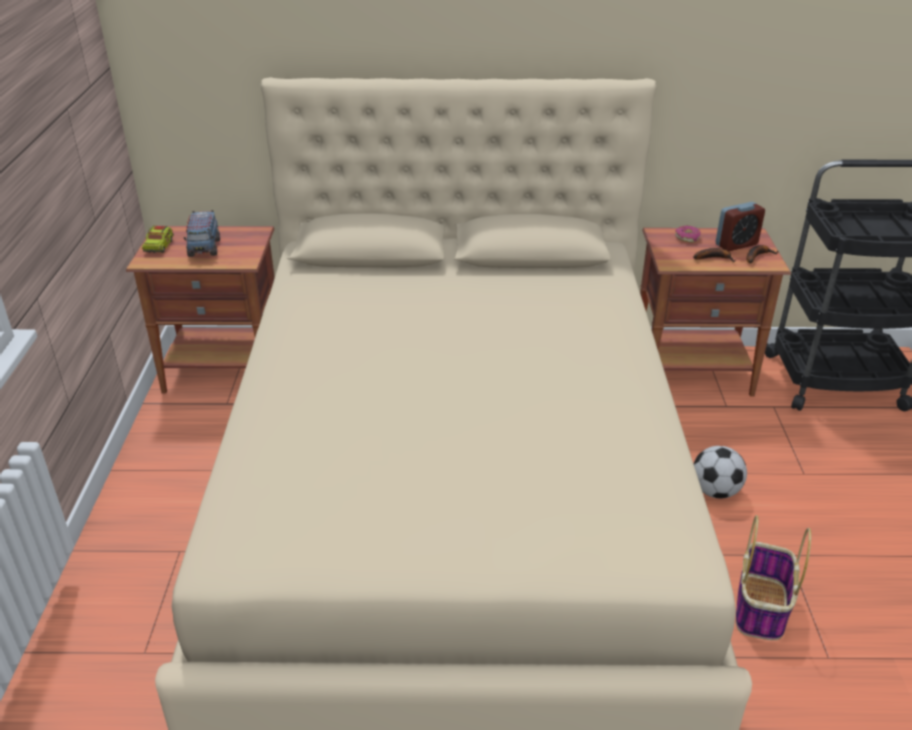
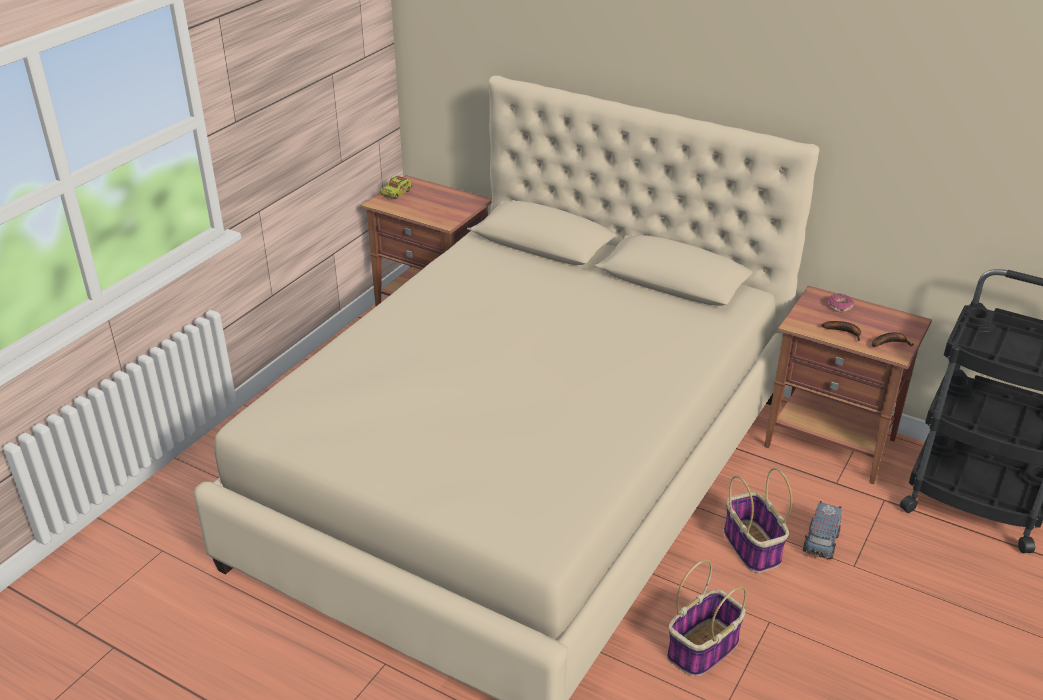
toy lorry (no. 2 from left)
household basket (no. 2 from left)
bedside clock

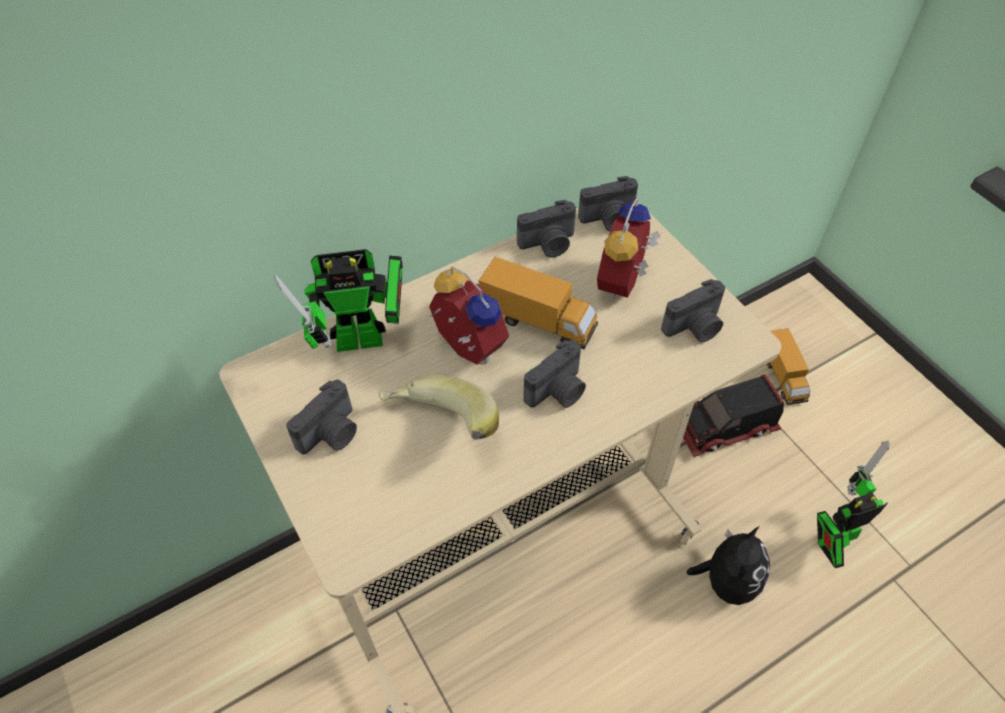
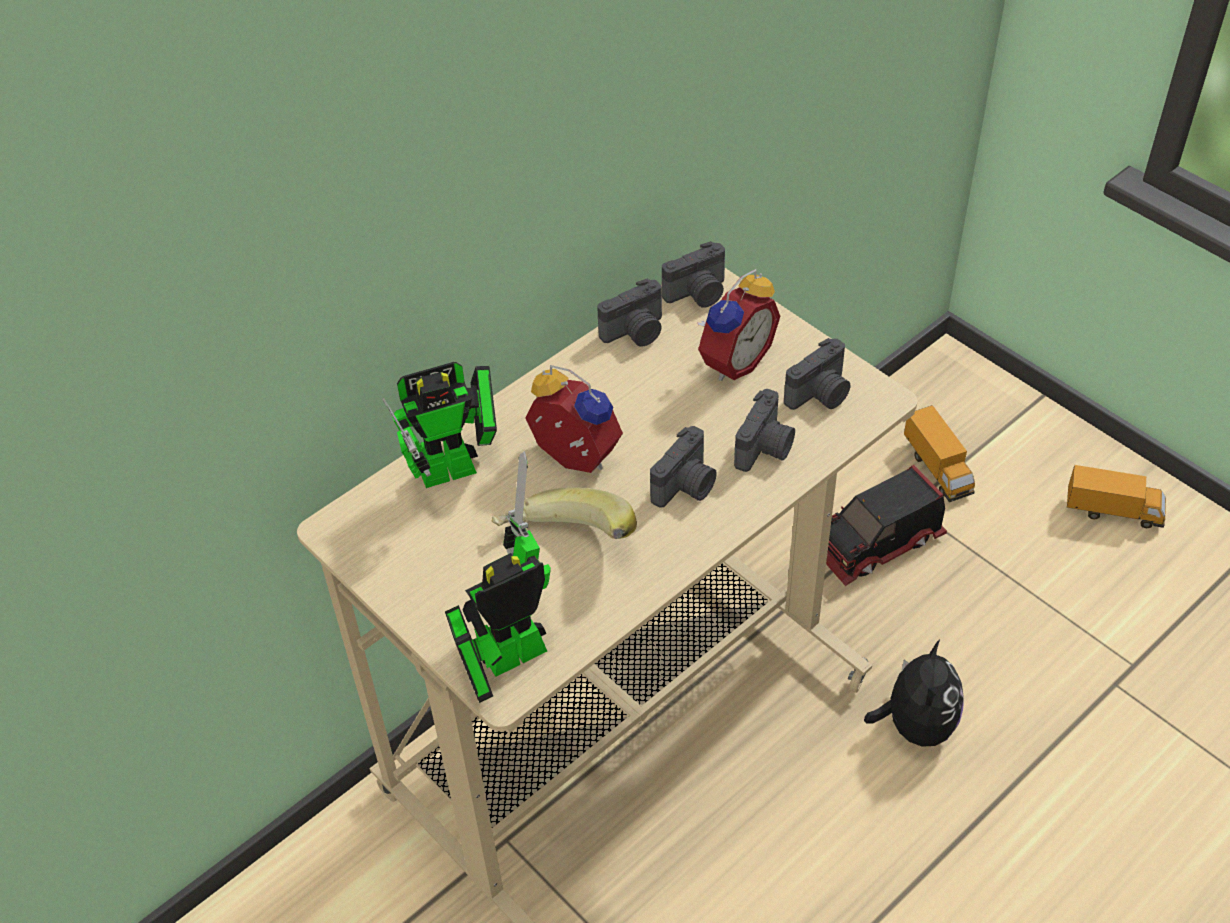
photo camera (no. 4 from left)
toy lorry (no. 3 from left)
bedside clock (no. 2 from left)
robot figure (no. 2 from left)

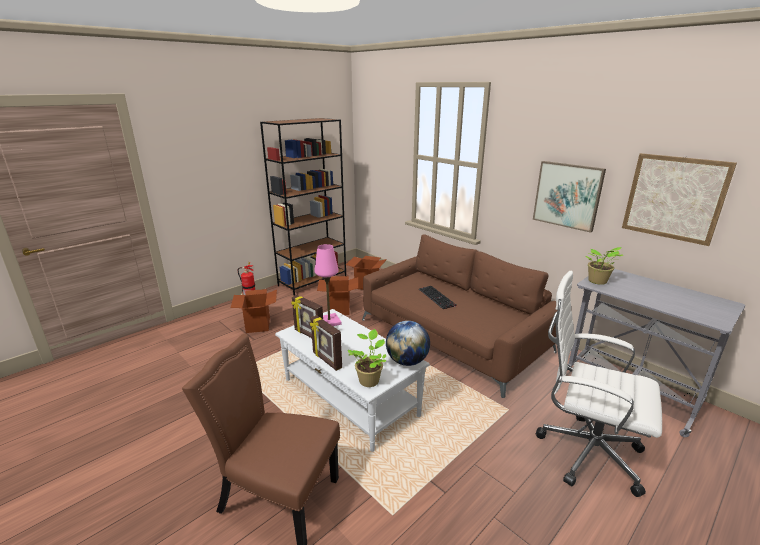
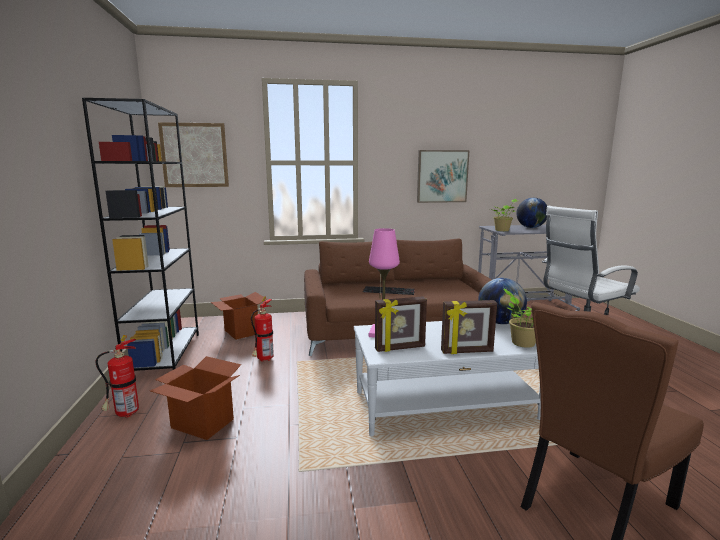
whitish bookcase
fire-fighting cylinder (no. 2 from left)
wall picture (no. 1 from left)
desk globe (no. 2 from left)

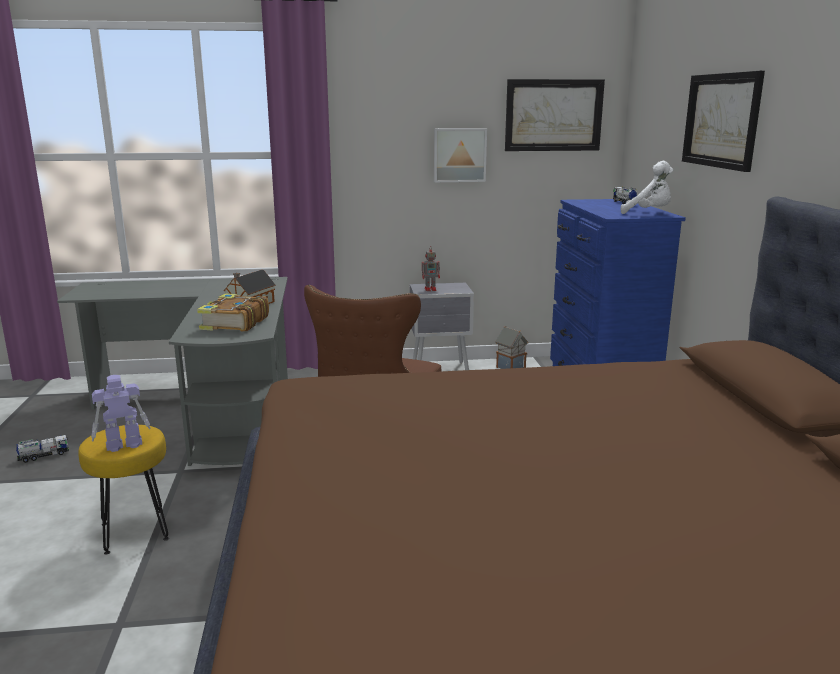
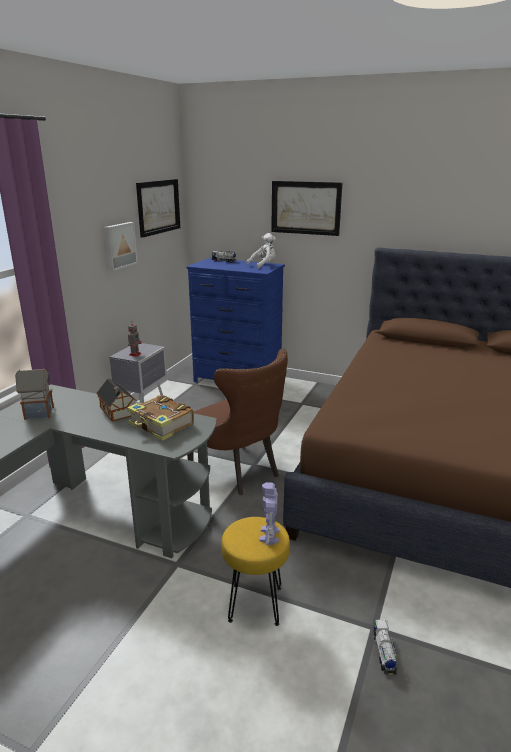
toy lorry (no. 2 from left)
model house (no. 1 from left)

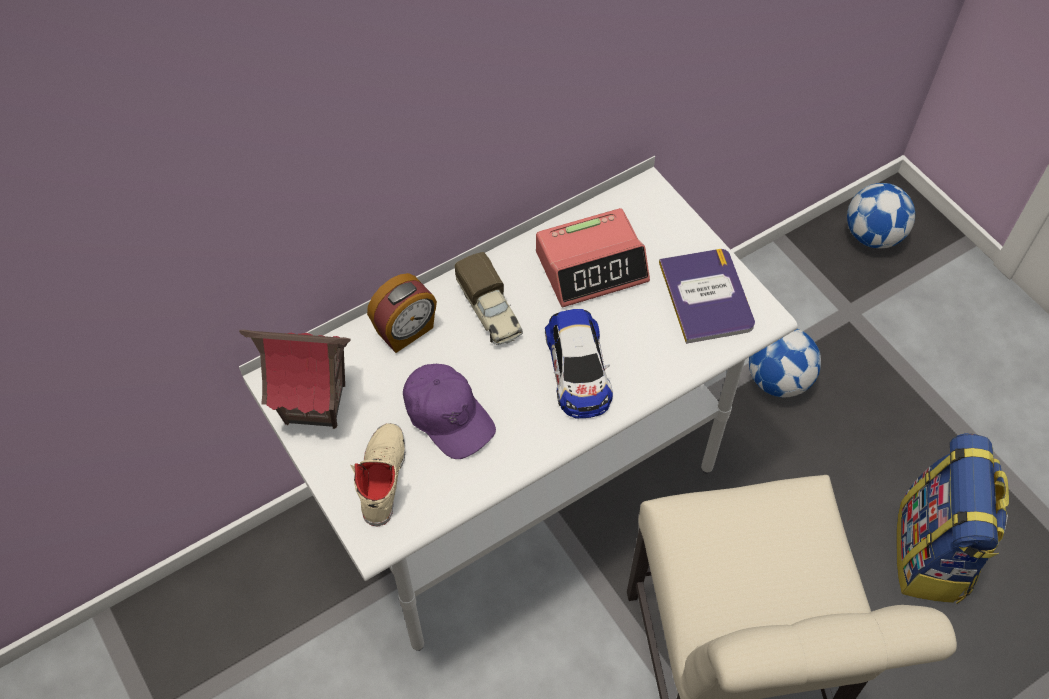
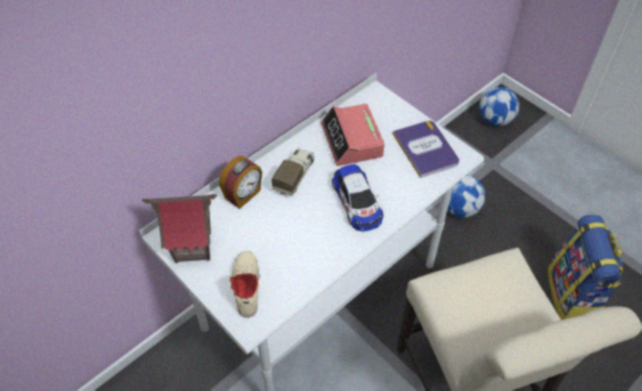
purple peaked cap
toy lorry
bedside clock (no. 2 from left)

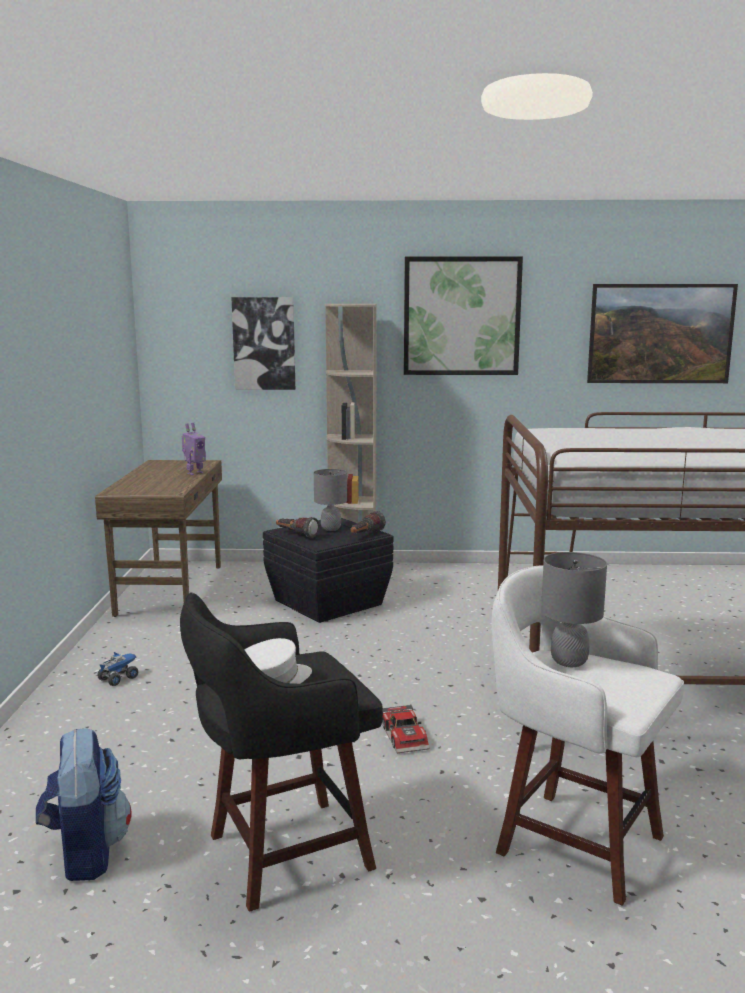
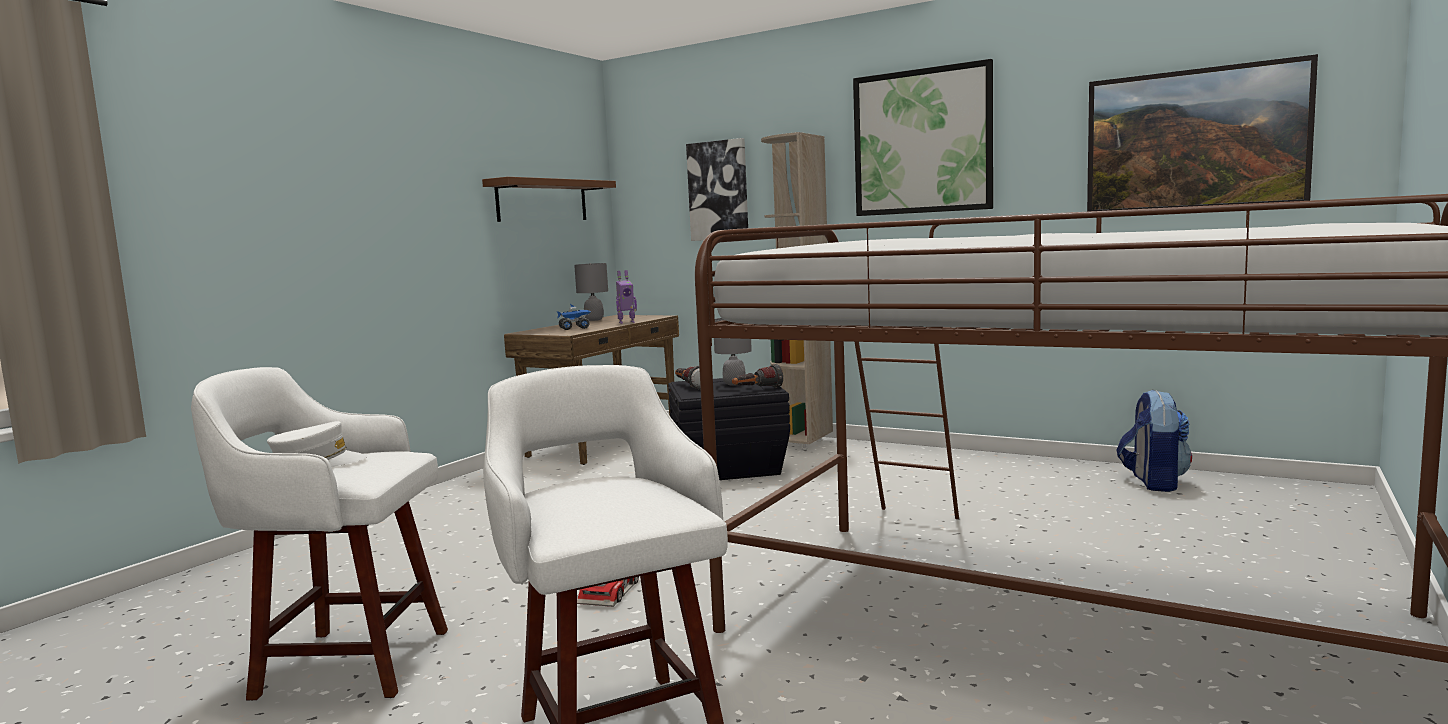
backpack
toy lorry
whitish stool seat (no. 1 from left)
greyish tabletop lamp (no. 1 from left)
brown-coloured shelf

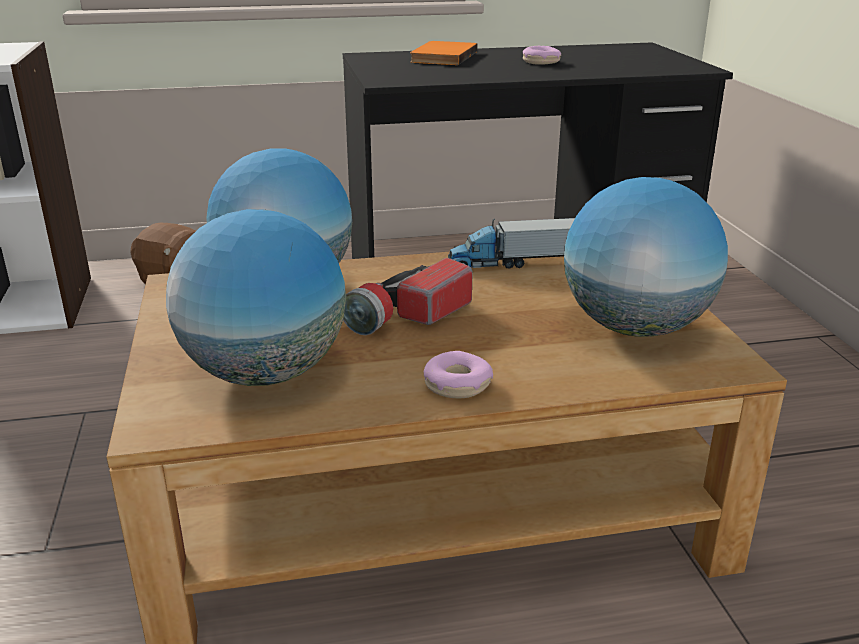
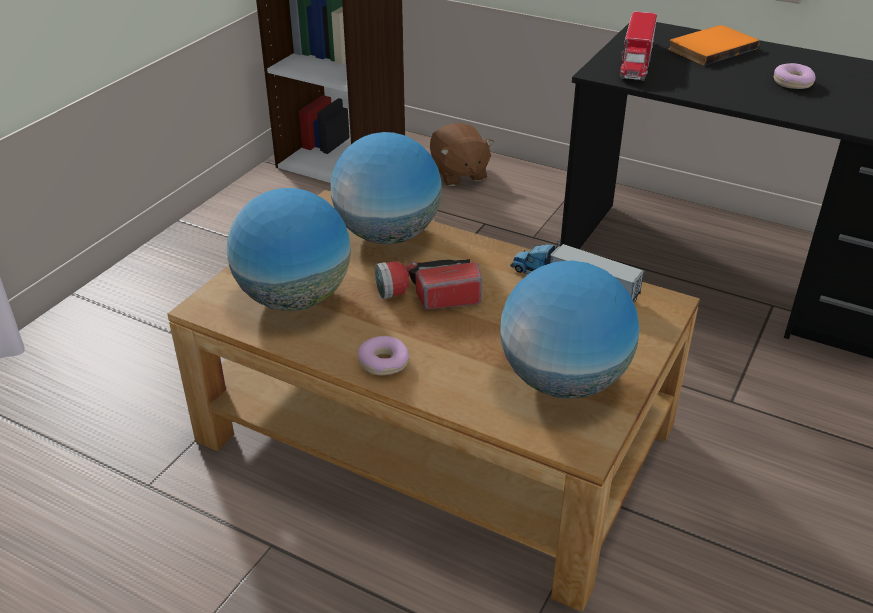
toy lorry (no. 2 from left)

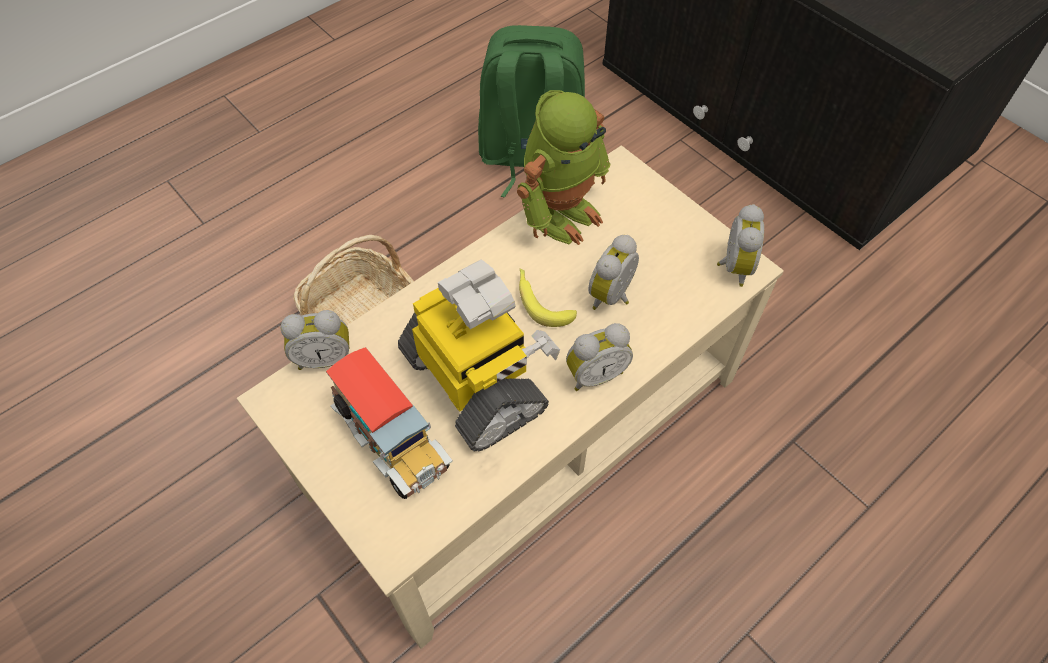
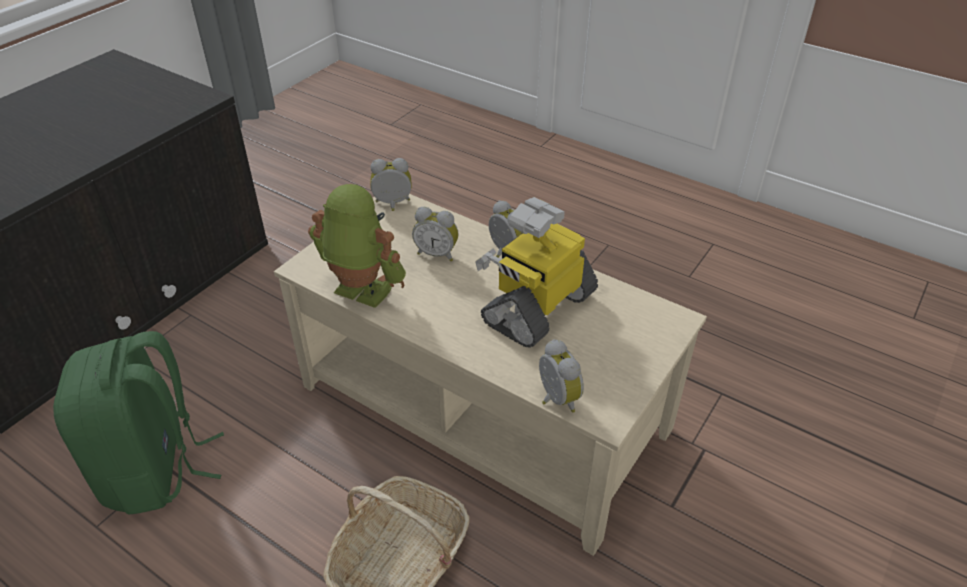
toy lorry
whole banana

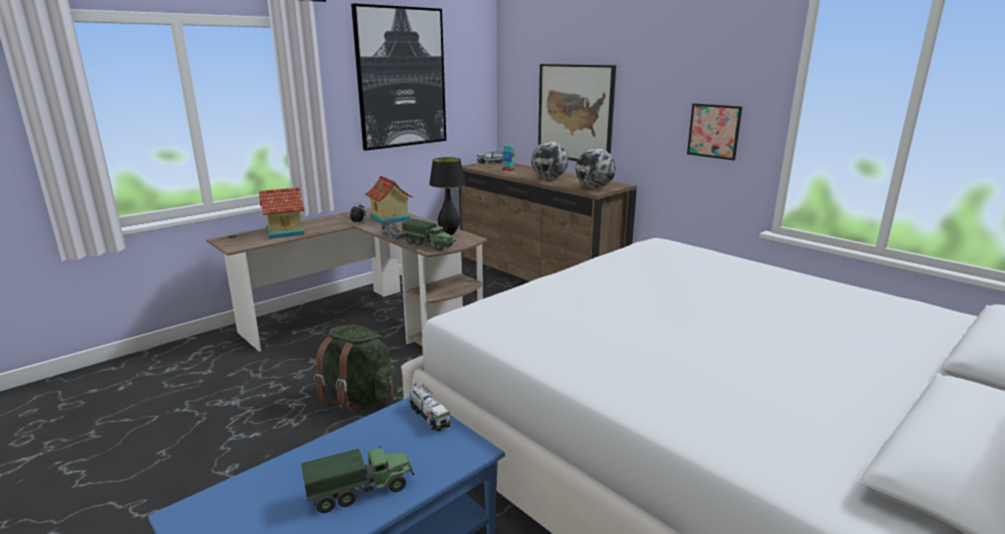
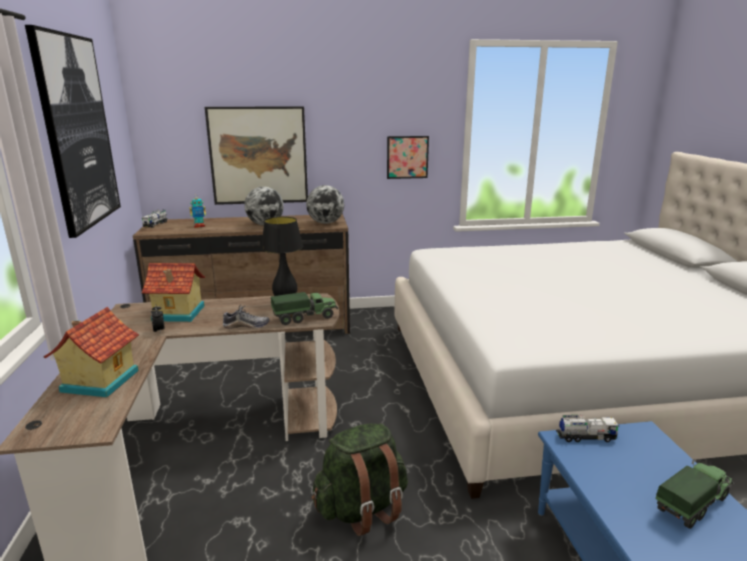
toy lorry (no. 4 from left)

